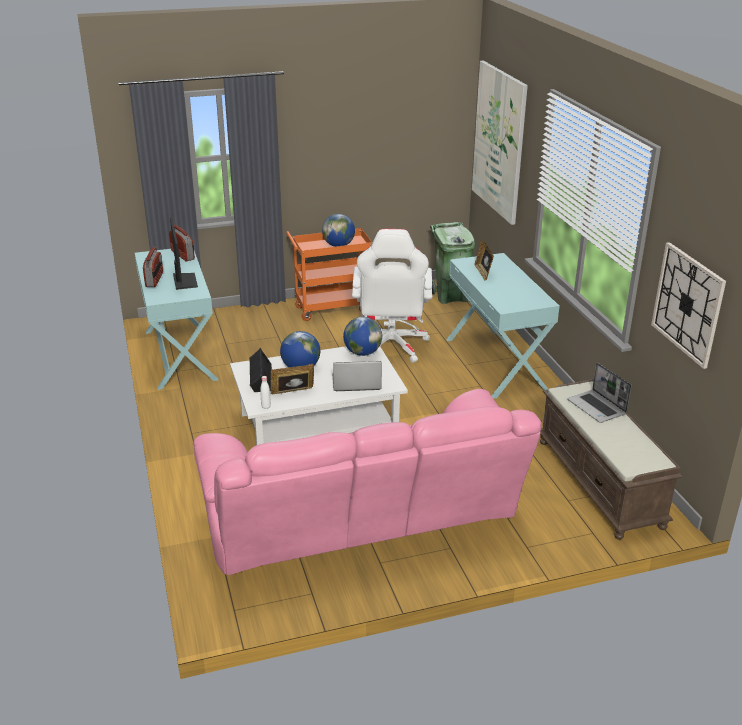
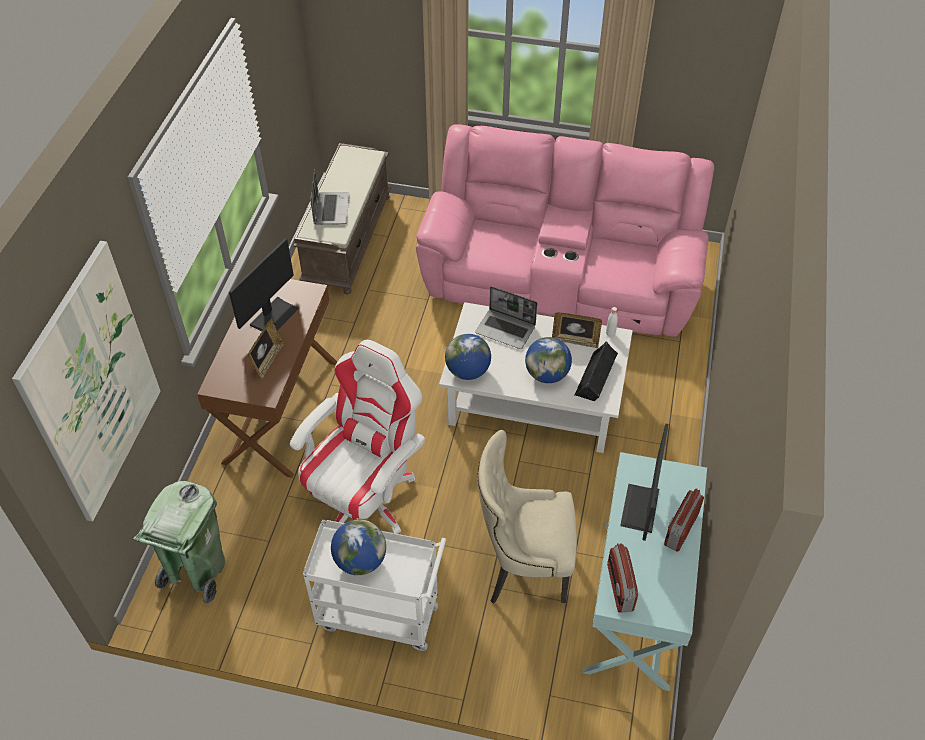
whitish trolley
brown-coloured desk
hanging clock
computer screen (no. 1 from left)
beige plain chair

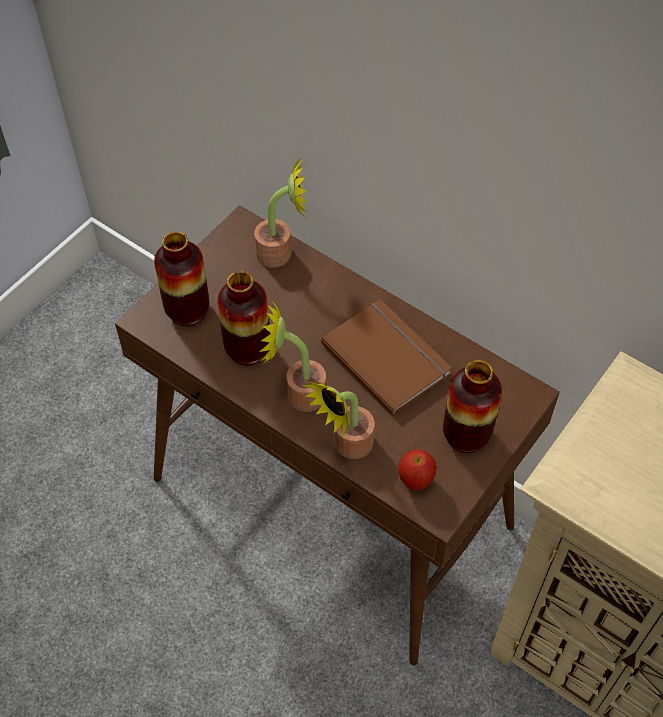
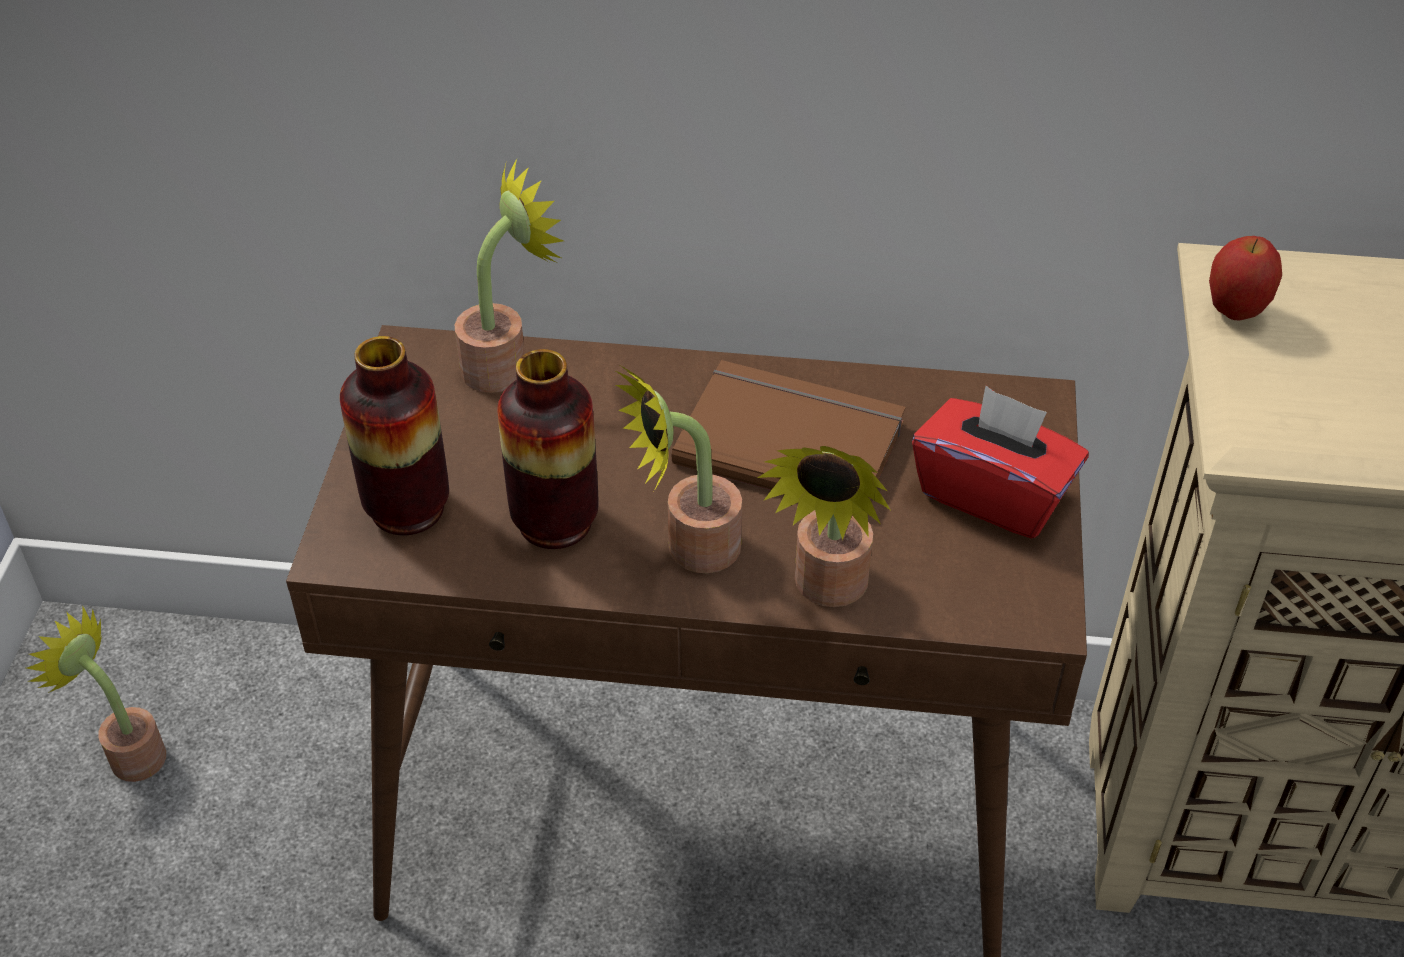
apple
red-coloured tissue box
potted plant (no. 1 from left)

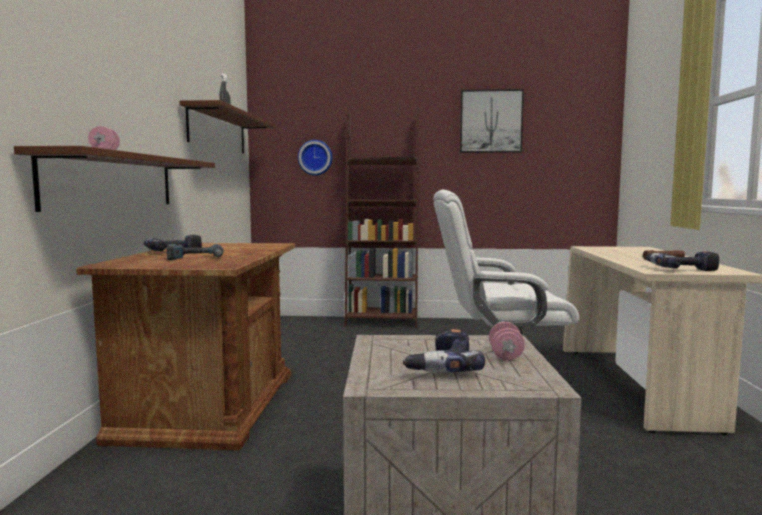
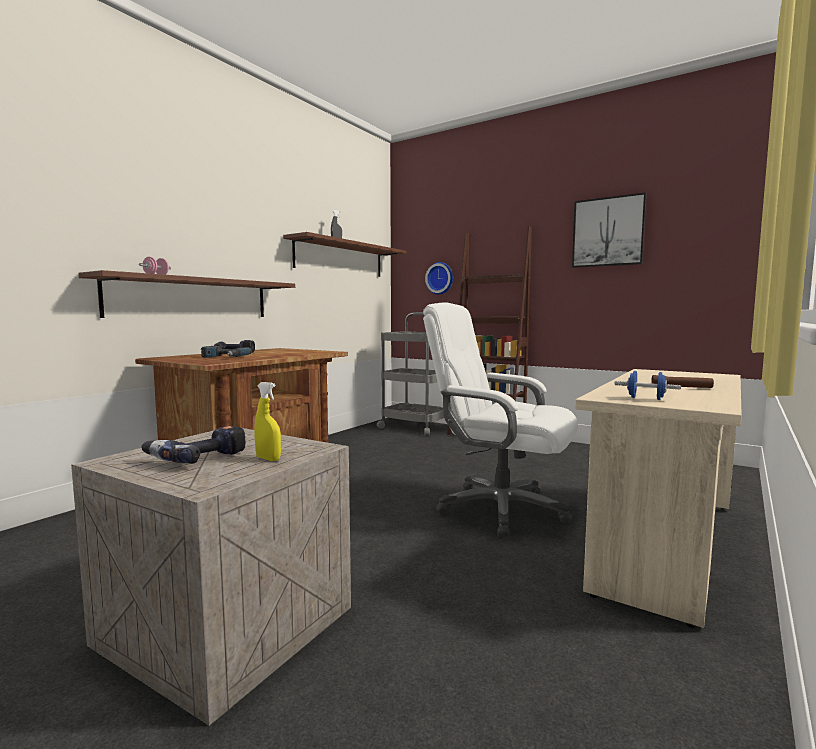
yellow-coloured hand sprayer
bluish dumbbell
greyish trolley

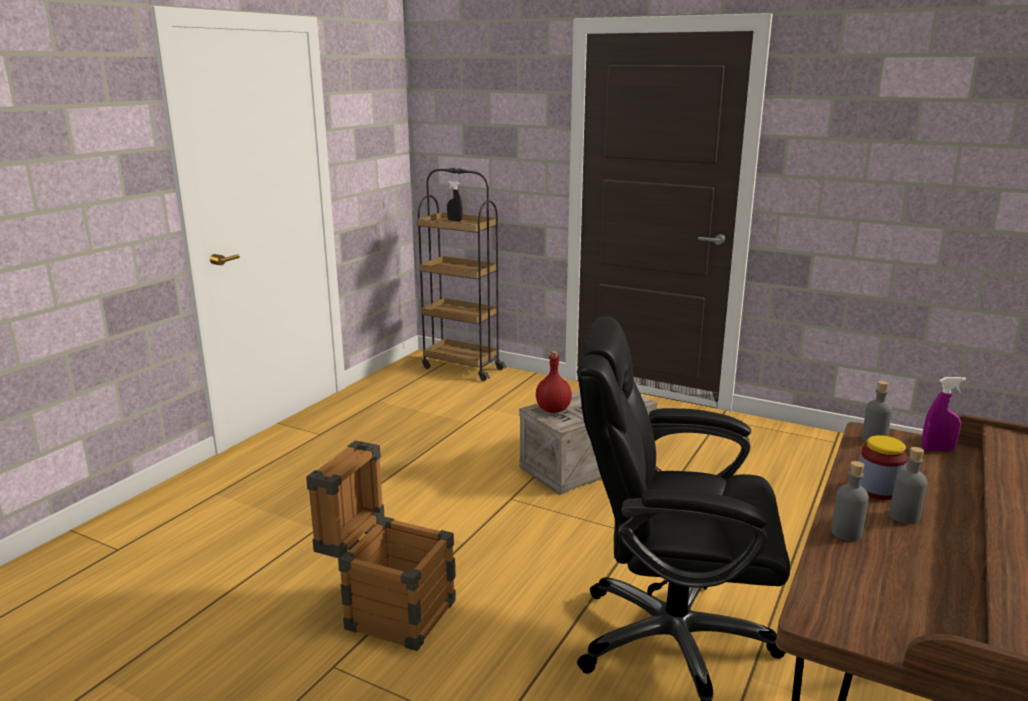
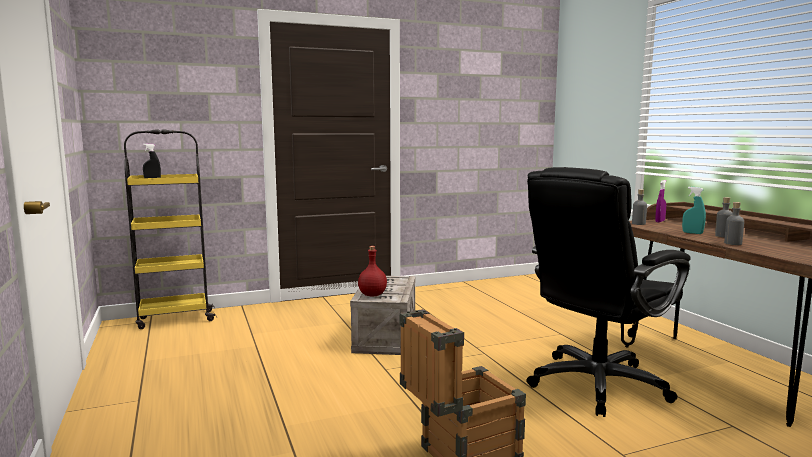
yellow-coloured trolley
turquoise-coloured hand sprayer

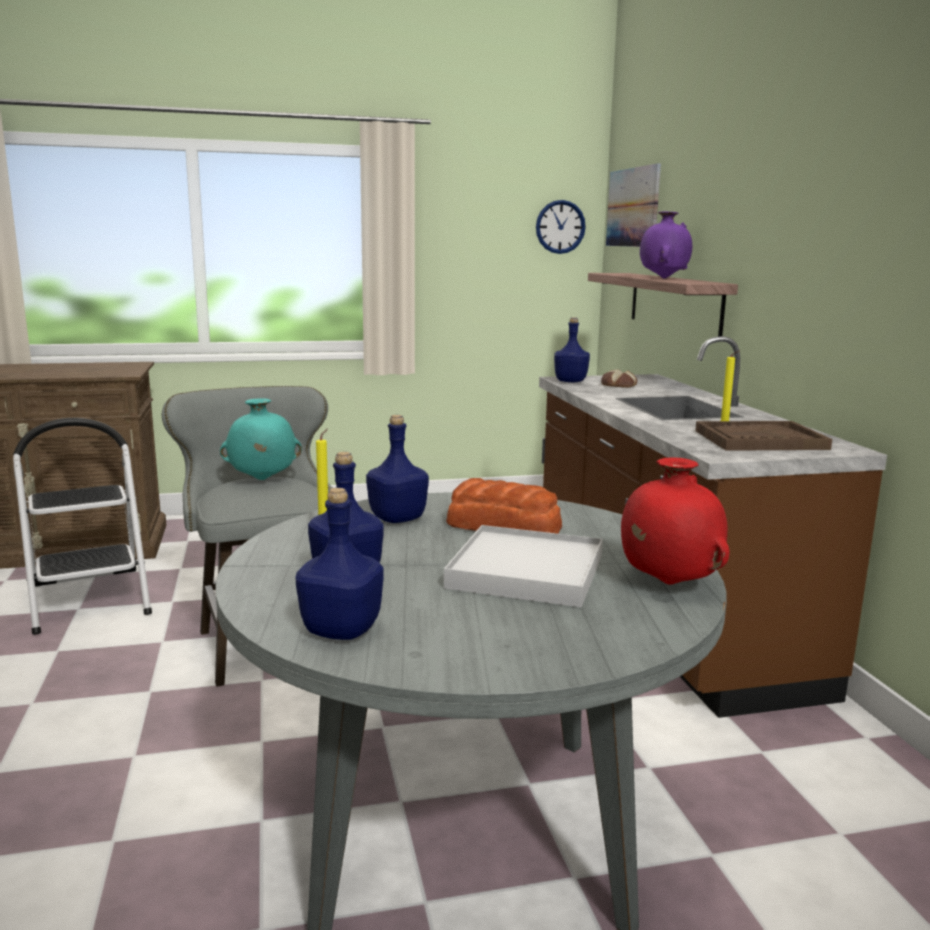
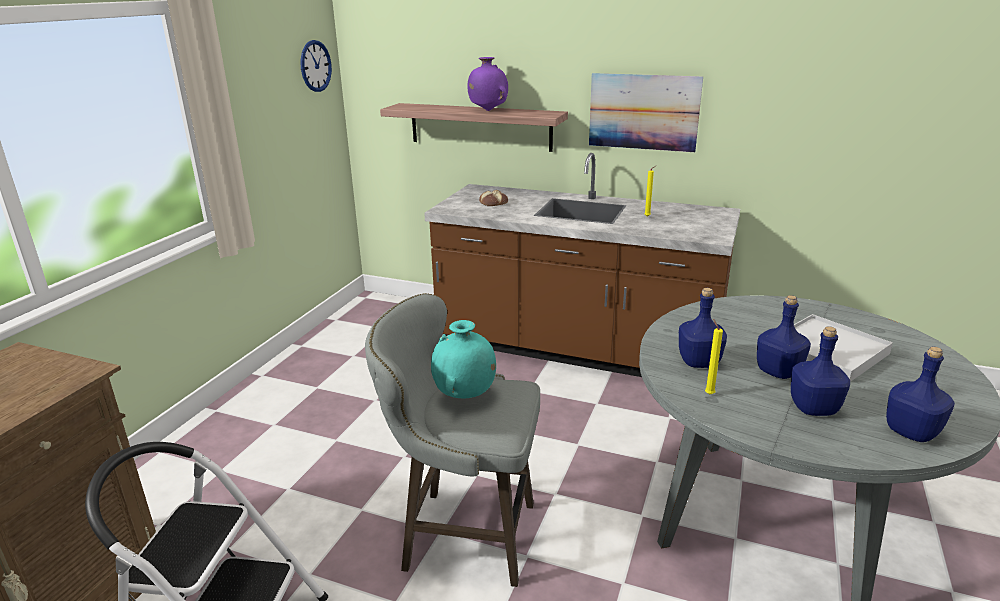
bakery bread (no. 1 from left in the first image)
bluish bottle (no. 2 from left)
wall picture
red-coloured vase
brown-coloured carrying tray

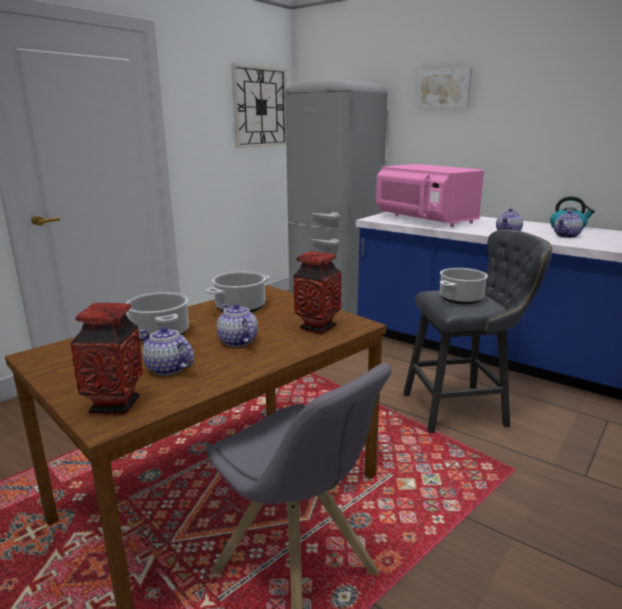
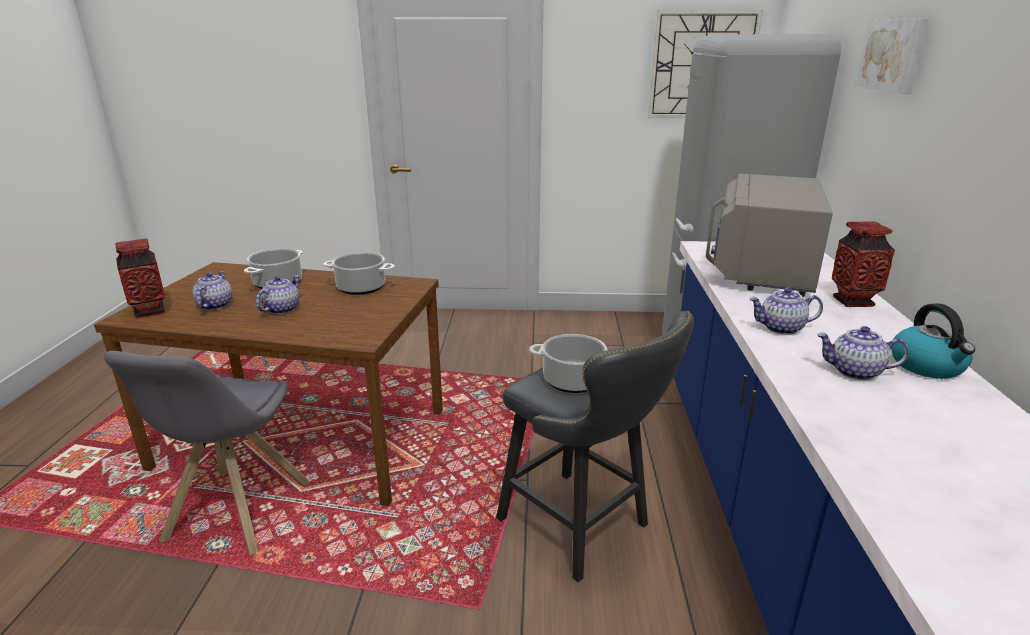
vase (no. 2 from left)
greyish microwave oven

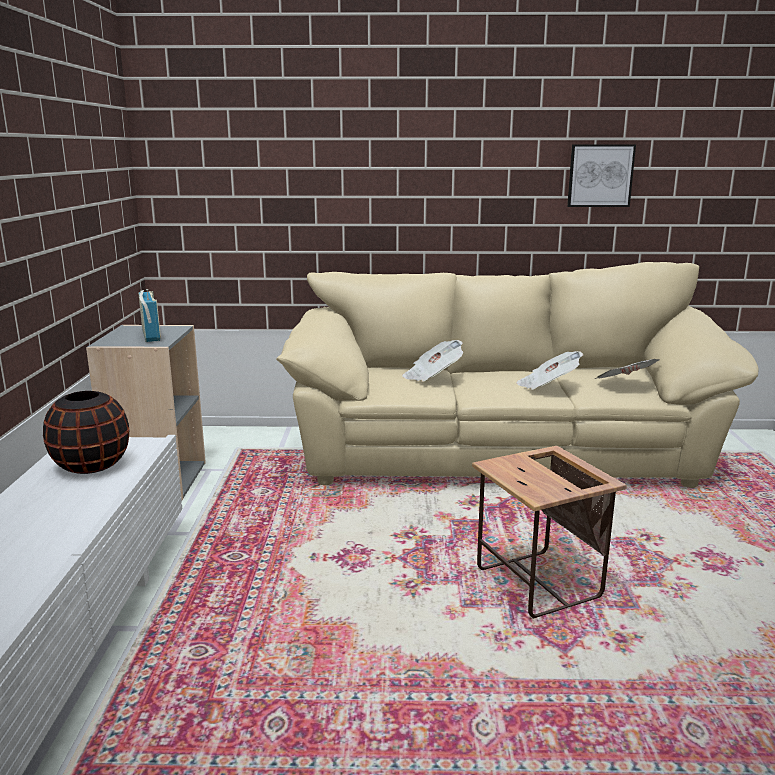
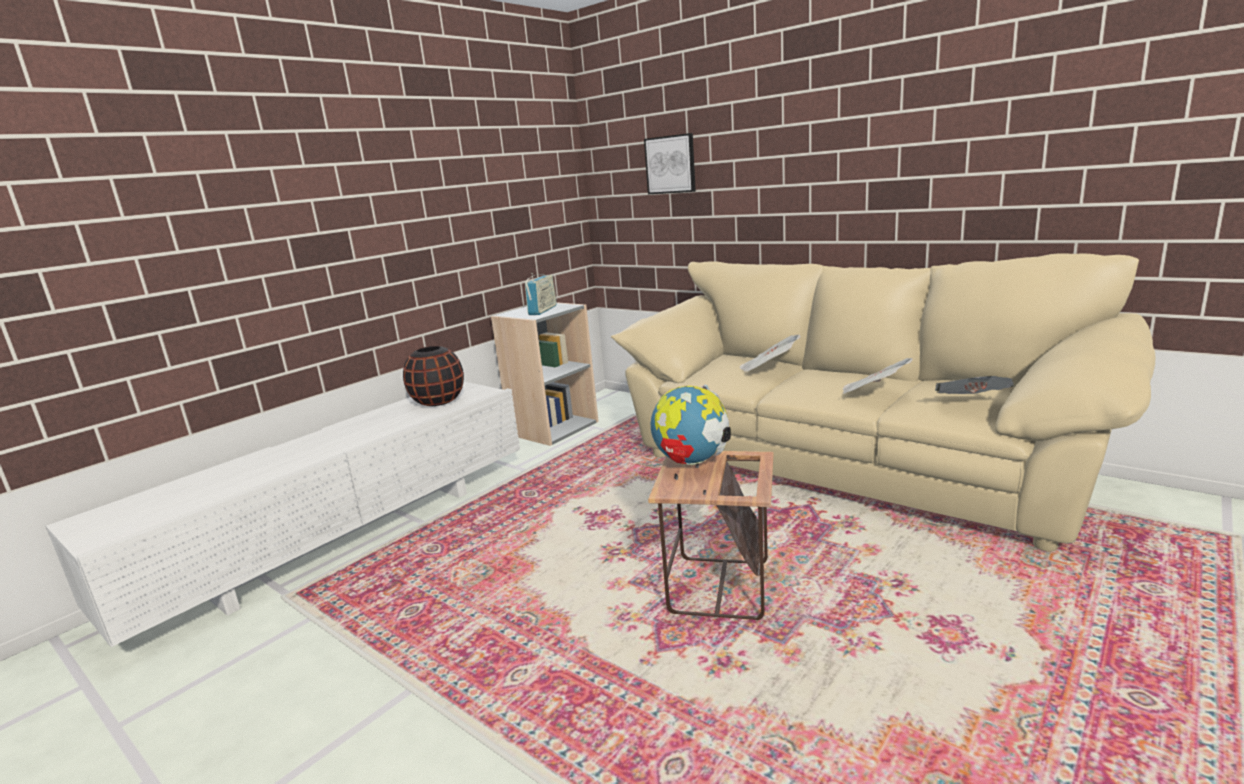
wall picture
desk globe

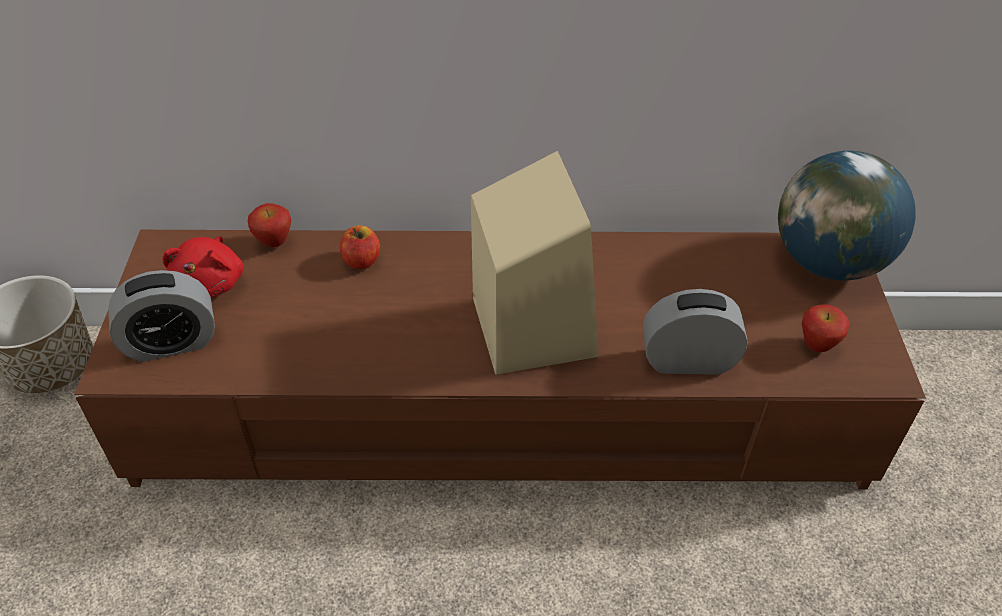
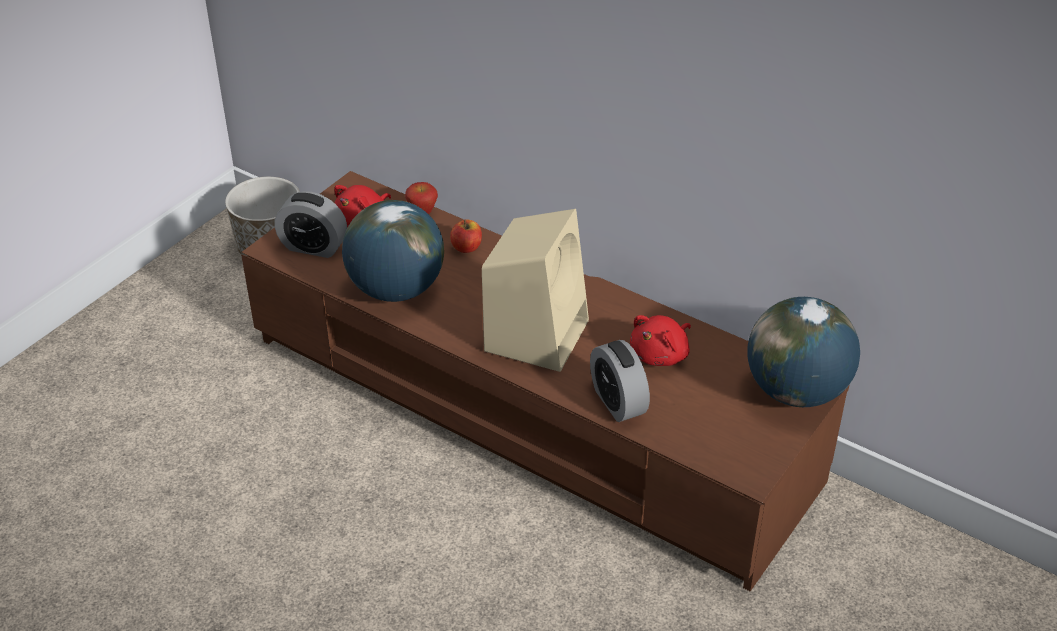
bedside clock (no. 2 from left)
apple (no. 3 from left in the first image)
desk globe (no. 1 from left)
red-coloured cuddly toy (no. 2 from left)

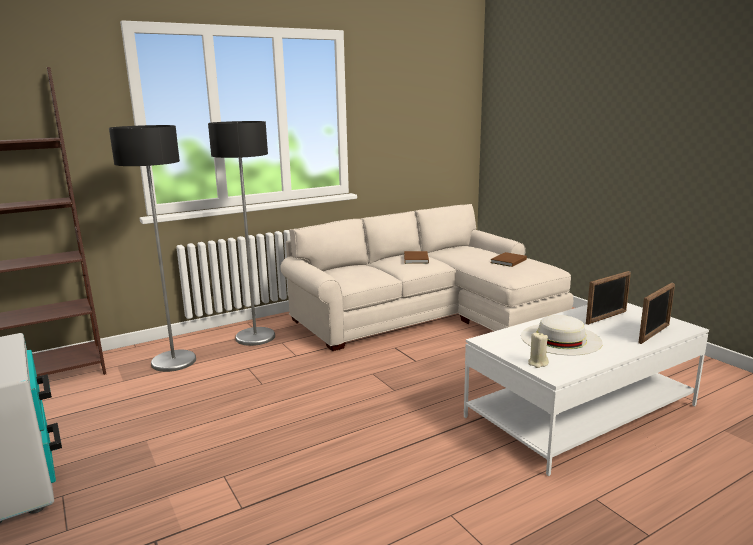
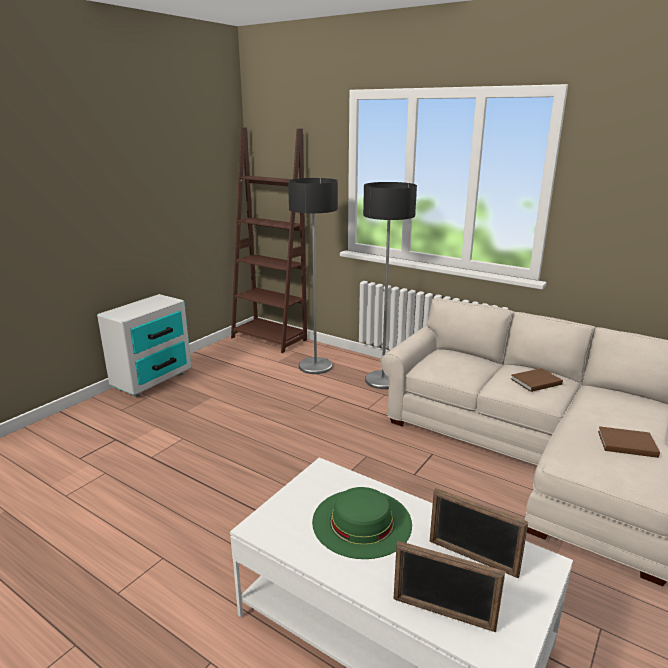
greenish clothing hat
beige candle

